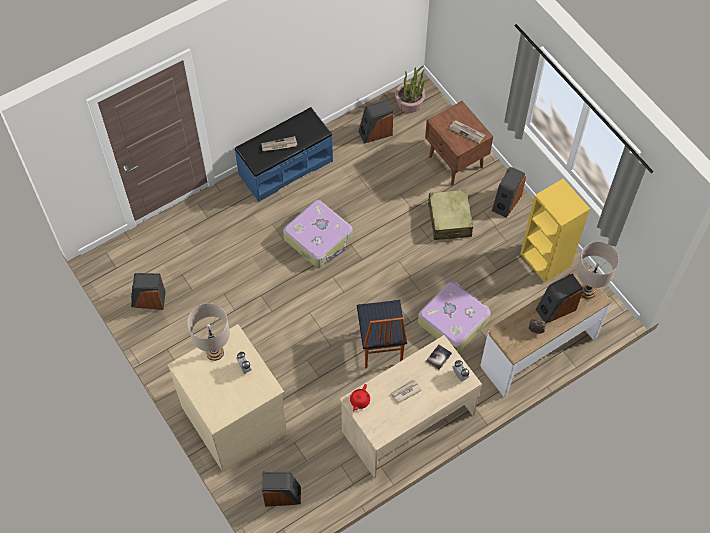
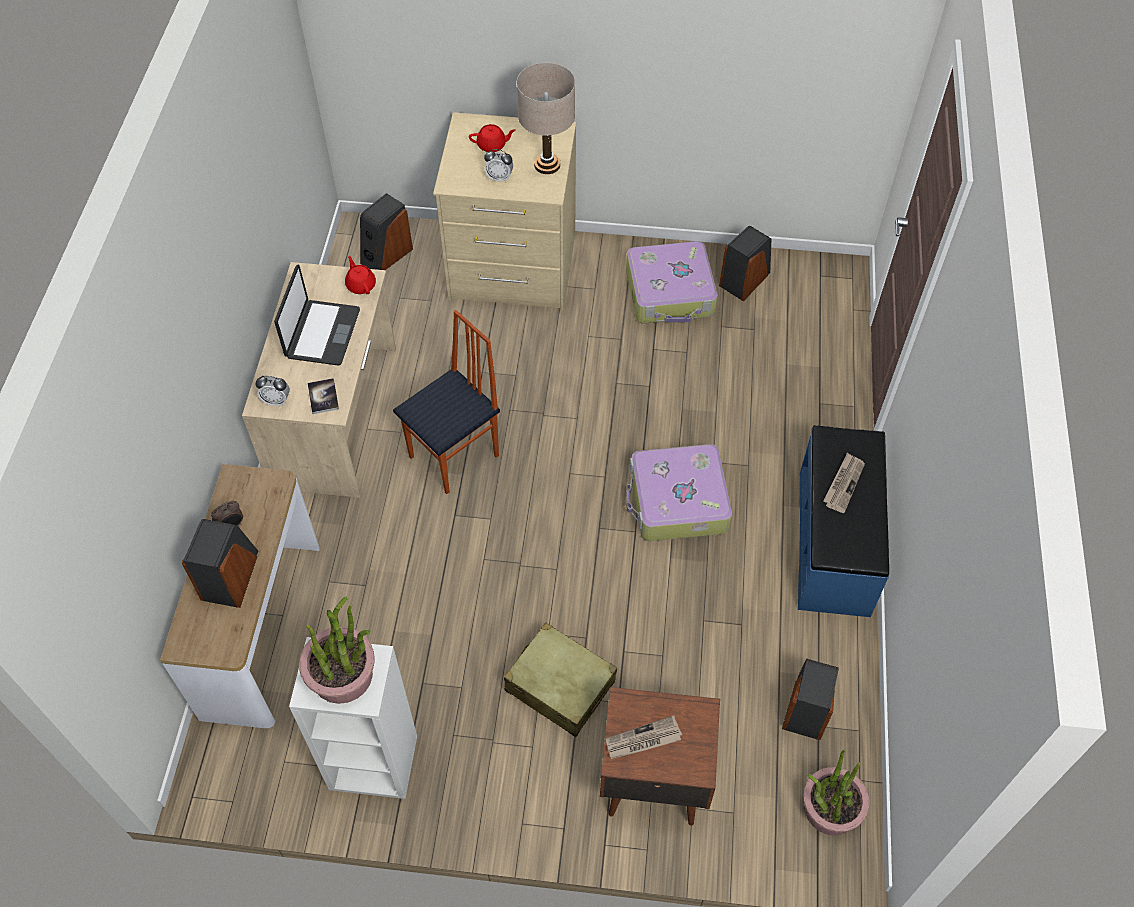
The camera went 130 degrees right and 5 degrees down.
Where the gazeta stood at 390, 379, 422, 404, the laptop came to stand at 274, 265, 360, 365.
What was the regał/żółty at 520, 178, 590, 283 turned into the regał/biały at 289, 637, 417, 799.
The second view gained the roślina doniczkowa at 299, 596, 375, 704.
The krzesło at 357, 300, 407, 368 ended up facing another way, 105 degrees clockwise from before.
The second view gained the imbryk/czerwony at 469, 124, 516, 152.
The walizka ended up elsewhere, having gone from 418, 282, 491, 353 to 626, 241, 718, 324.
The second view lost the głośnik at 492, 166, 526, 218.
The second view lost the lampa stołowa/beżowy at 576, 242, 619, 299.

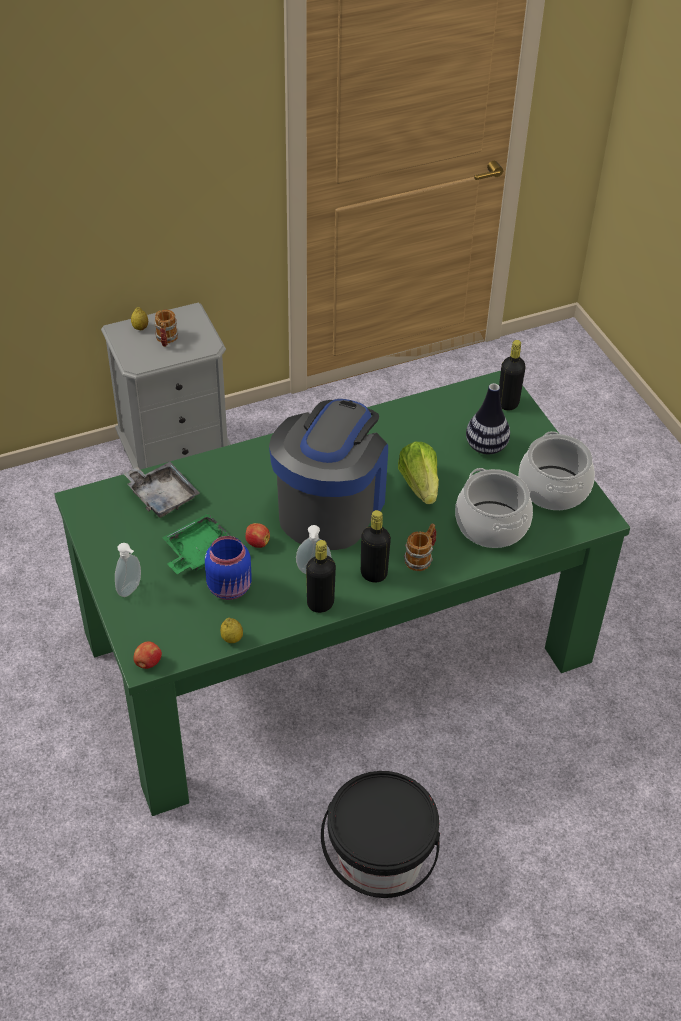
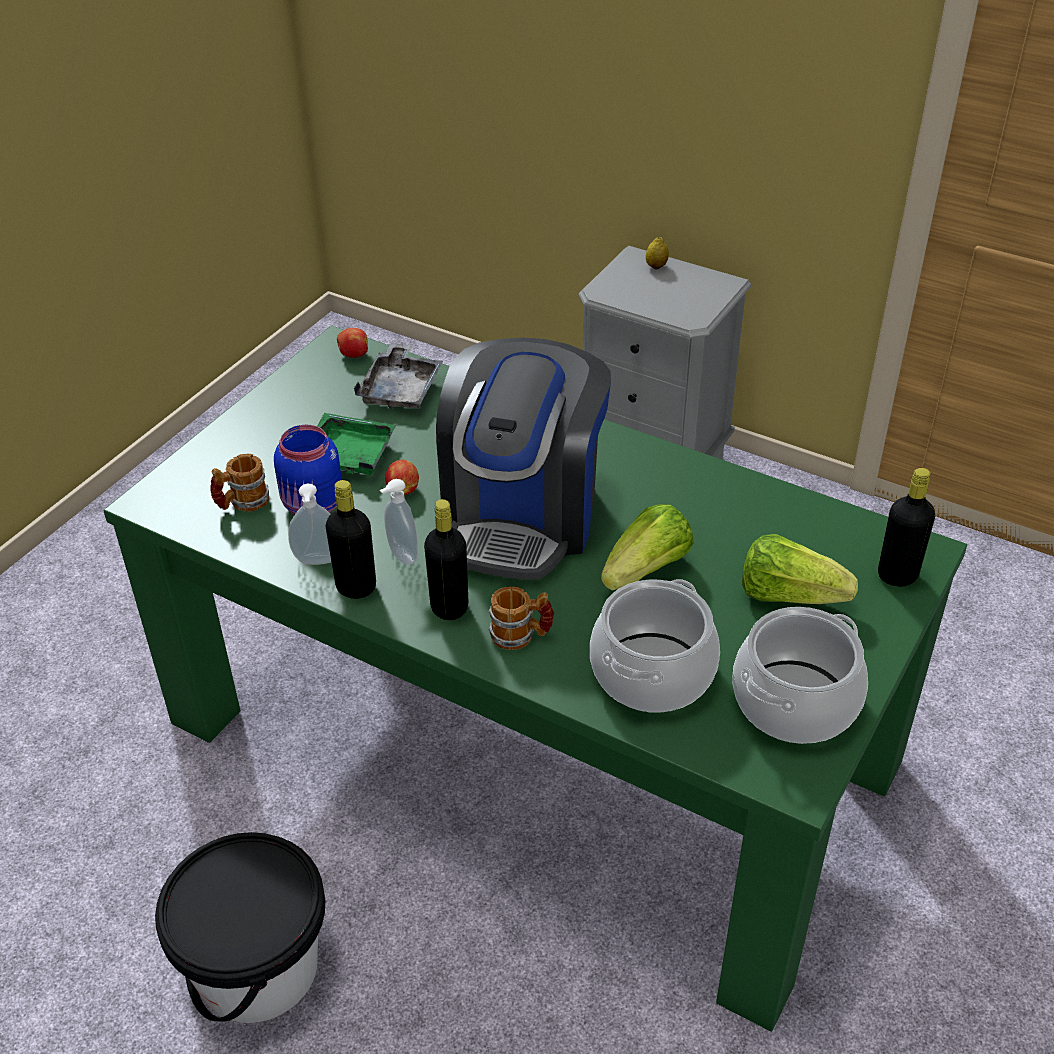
The camera went 55 degrees right and 5 degrees down.
The kubek ended up elsewhere, having gone from 155, 310, 178, 347 to 210, 454, 269, 512.
The dozownik mydła ended up elsewhere, having gone from 115, 543, 141, 597 to 288, 484, 331, 565.
The jabłko ended up elsewhere, having gone from 134, 641, 162, 669 to 337, 328, 368, 358.
The ekspres do kawy at 269, 399, 388, 550 ended up facing another way, 120 degrees clockwise from before.
Where the wazon stood at 466, 383, 510, 454, the sałata came to stand at 742, 534, 858, 604.
The second view lost the cytryna at 220, 618, 243, 643.

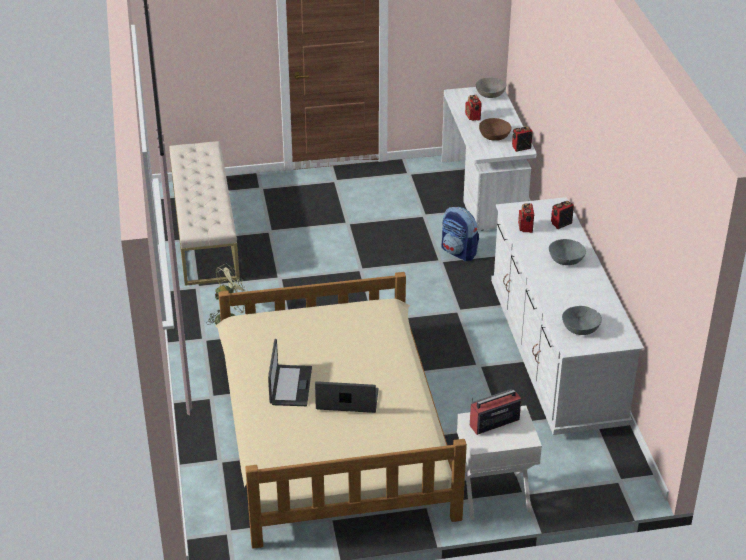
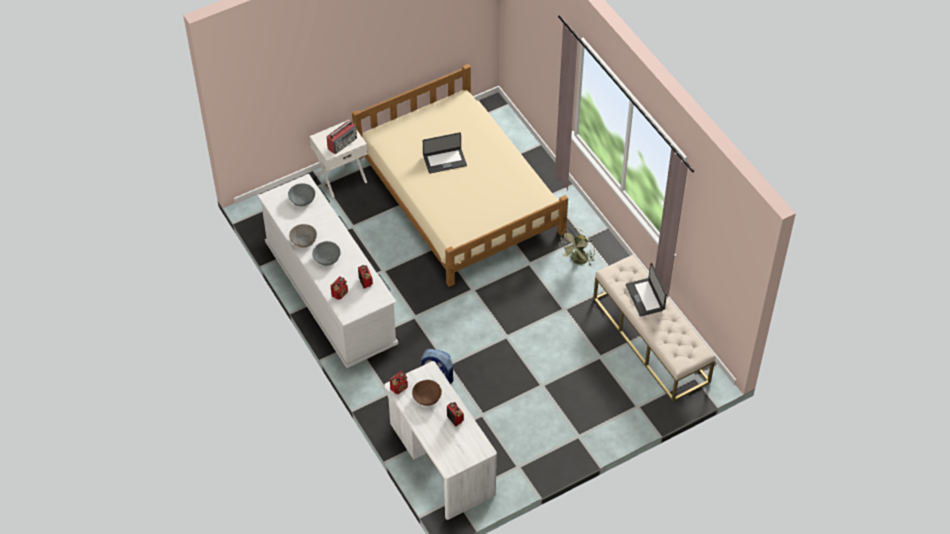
The camera went 160 degrees right and 15 degrees up.
The miska/szary ended up elsewhere, having gone from 476, 77, 506, 98 to 289, 224, 317, 247.
The laptop ended up elsewhere, having gone from 268, 339, 312, 406 to 626, 263, 667, 317.

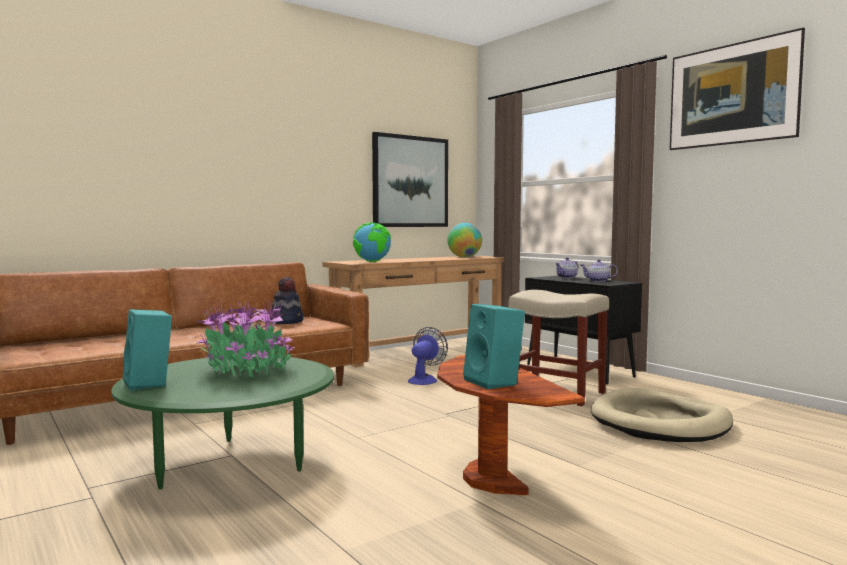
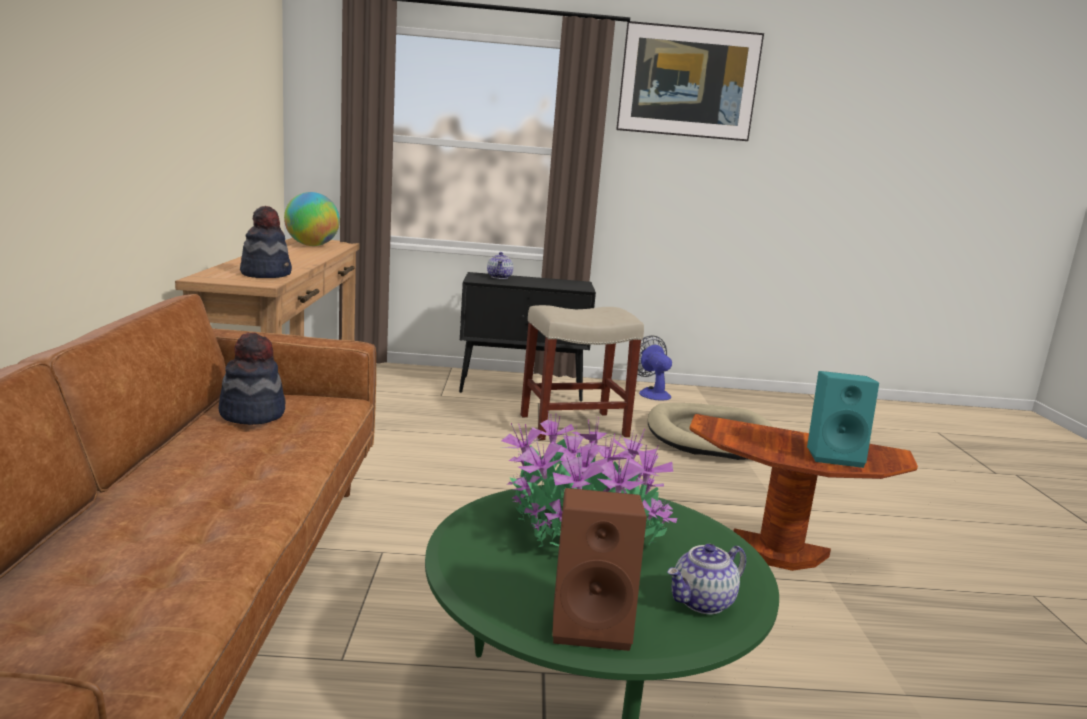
The camera went 55 degrees left and 10 degrees up.
Where the globus stood at 353, 222, 391, 262, the kapelusz came to stand at 240, 206, 292, 278.
What was the głośnik/turkusowy at 123, 309, 172, 391 turned into the głośnik/brązowy at 552, 488, 647, 651.
The wentylator ended up elsewhere, having gone from 408, 327, 448, 385 to 637, 335, 672, 401.
The imbryk ended up elsewhere, having gone from 581, 260, 618, 282 to 667, 544, 746, 614.
The second view lost the obraz at 372, 132, 448, 227.

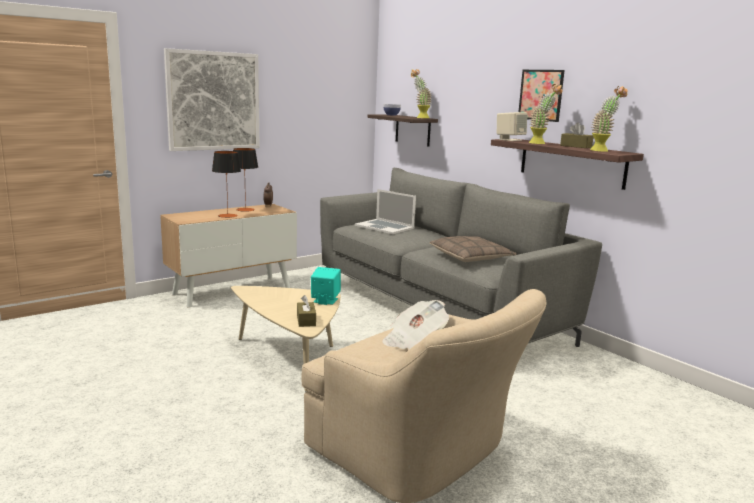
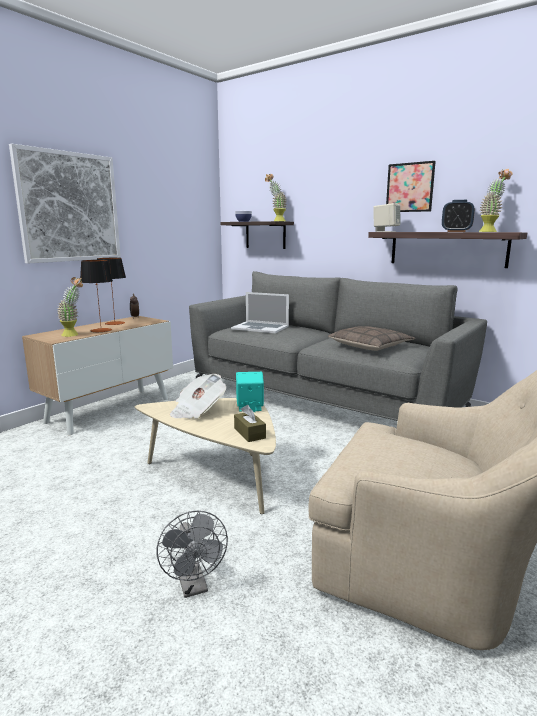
The camera went 15 degrees left and 0 degrees up.
The roślina doniczkowa ended up elsewhere, having gone from 529, 84, 563, 144 to 57, 277, 83, 337.
The second view gained the wentylator/szary at 157, 511, 228, 598.
The gazeta ended up elsewhere, having gone from 382, 300, 449, 350 to 170, 374, 226, 419.
Where the pudełko chusteczek/brązowy stood at 560, 123, 593, 148, the budzik came to stand at 442, 200, 475, 232.

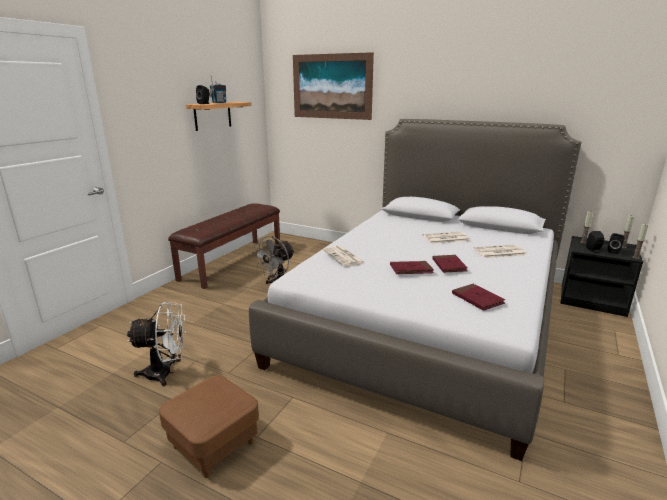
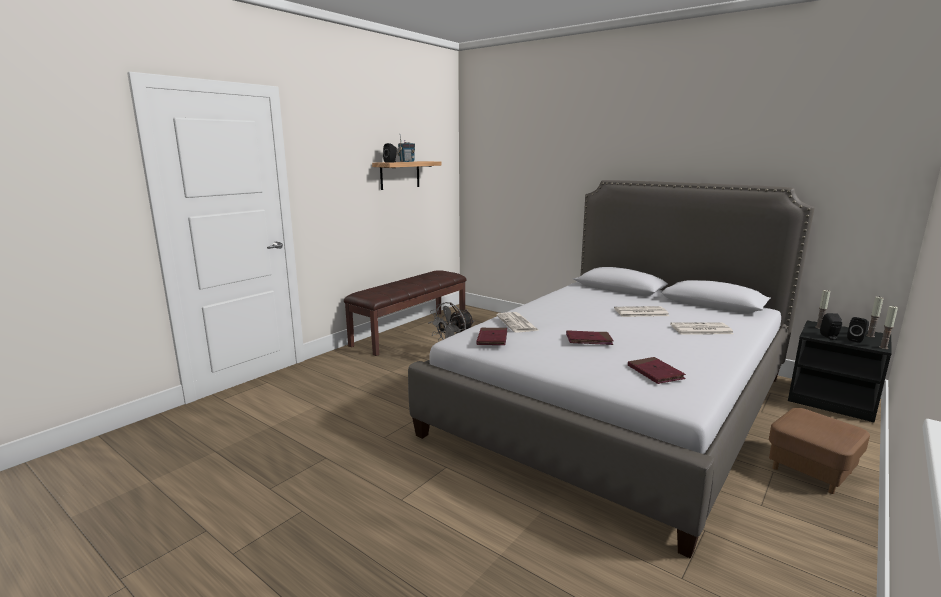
The camera went 10 degrees right and 5 degrees down.
The książka/czerwony ended up elsewhere, having gone from 432, 255, 468, 273 to 476, 328, 507, 345.
The pufa/brązowy ended up elsewhere, having gone from 159, 375, 259, 478 to 769, 408, 870, 494.
The second view lost the wentylator/biały at 127, 302, 186, 386.
The second view lost the obraz at 293, 52, 374, 120.

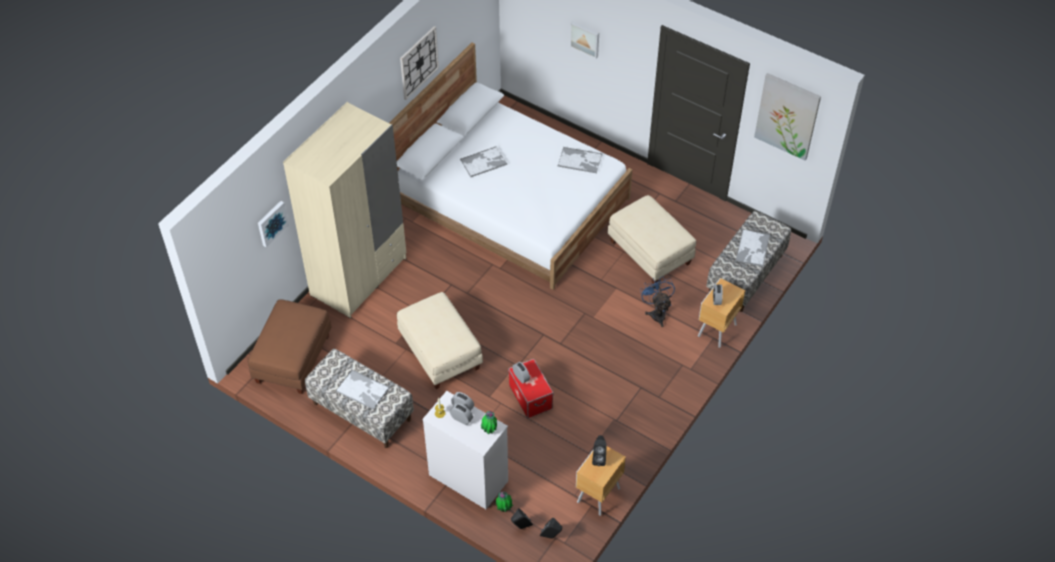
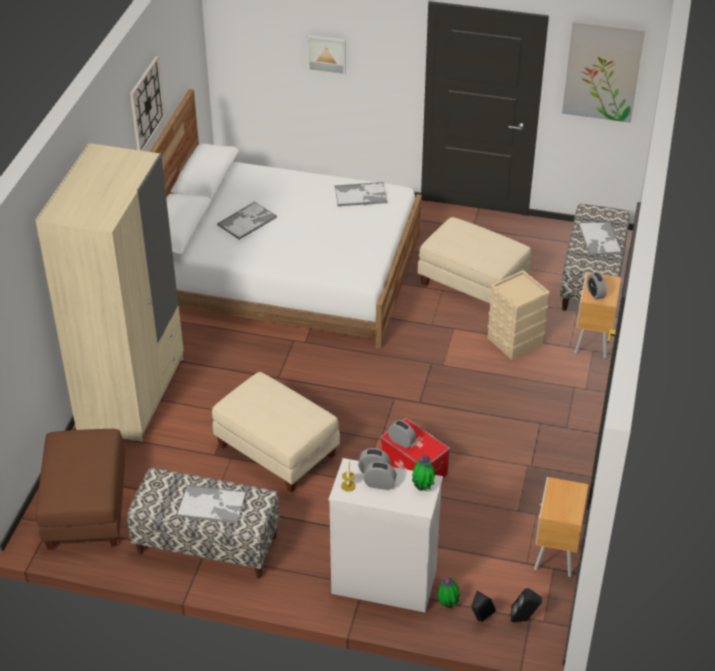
The camera went 20 degrees left and 10 degrees down.
Where the wentylator/niebieski stood at 640, 276, 675, 327, the pojemnik do przechowywania/beżowy came to stand at 488, 270, 550, 360.
The second view lost the obraz at 258, 201, 289, 247.
The second view lost the głośnik/czarny at 592, 435, 607, 466.

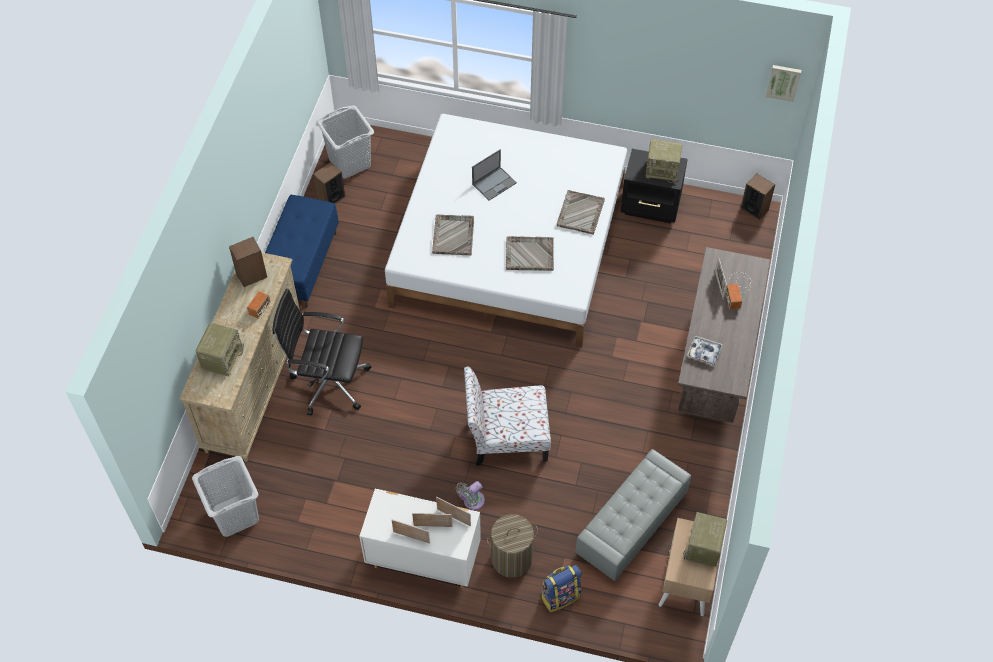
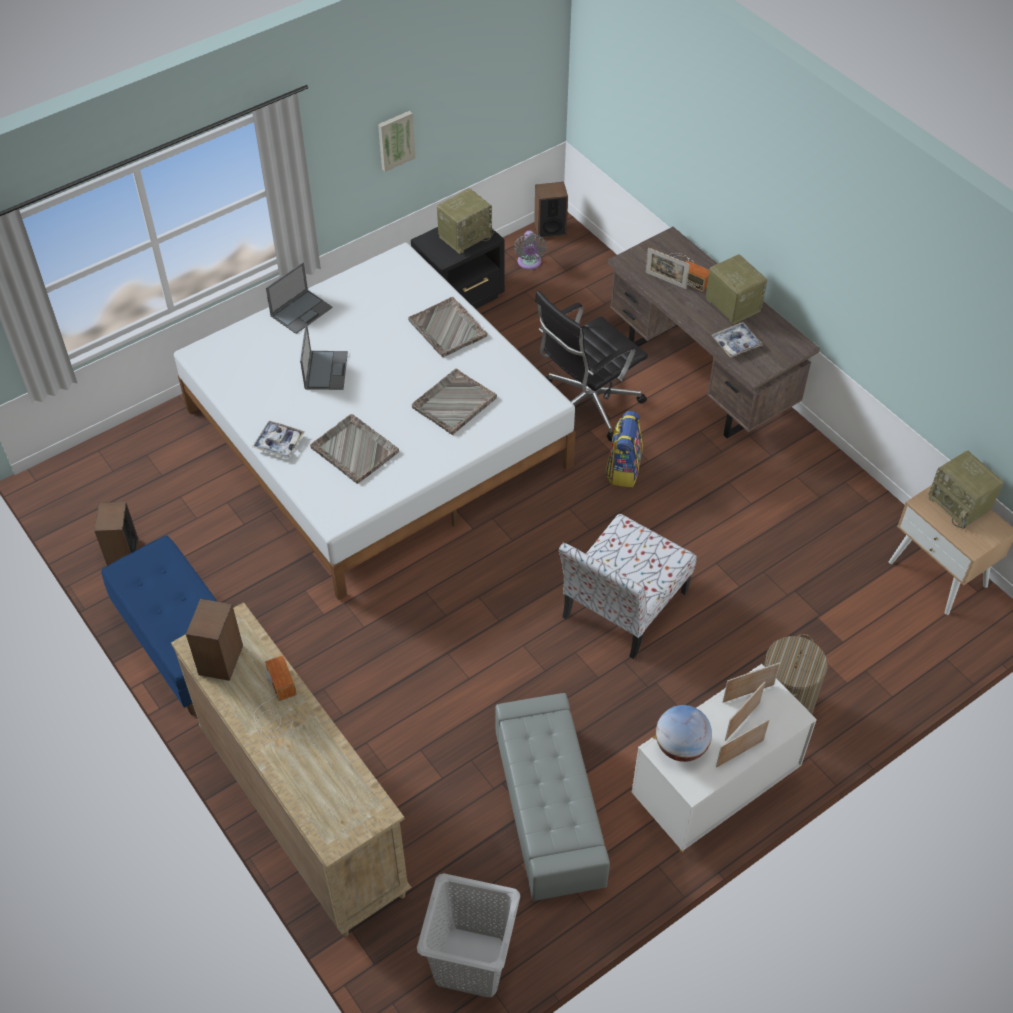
The camera went 50 degrees left and 5 degrees down.
The second view gained the taca at 252, 421, 305, 458.
The second view gained the laptop at 266, 262, 333, 334.
The obraz ended up elsewhere, having gone from 766, 65, 801, 102 to 378, 111, 415, 172.
The pufa/szary ended up elsewhere, having gone from 576, 449, 691, 581 to 495, 693, 610, 901.
The wentylator/szary ended up elsewhere, having gone from 456, 481, 485, 510 to 514, 230, 547, 270.
The krzesło biurowe/czarny ended up elsewhere, having gone from 272, 289, 371, 416 to 535, 291, 648, 442.
The plecak ended up elsewhere, having gone from 541, 565, 582, 613 to 606, 411, 643, 487.
The second view gained the globus at 656, 705, 712, 762.
The radio ended up elsewhere, having gone from 196, 323, 244, 376 to 706, 254, 767, 325.
The second view lost the kosz na pranie/szary at 316, 105, 374, 179.

